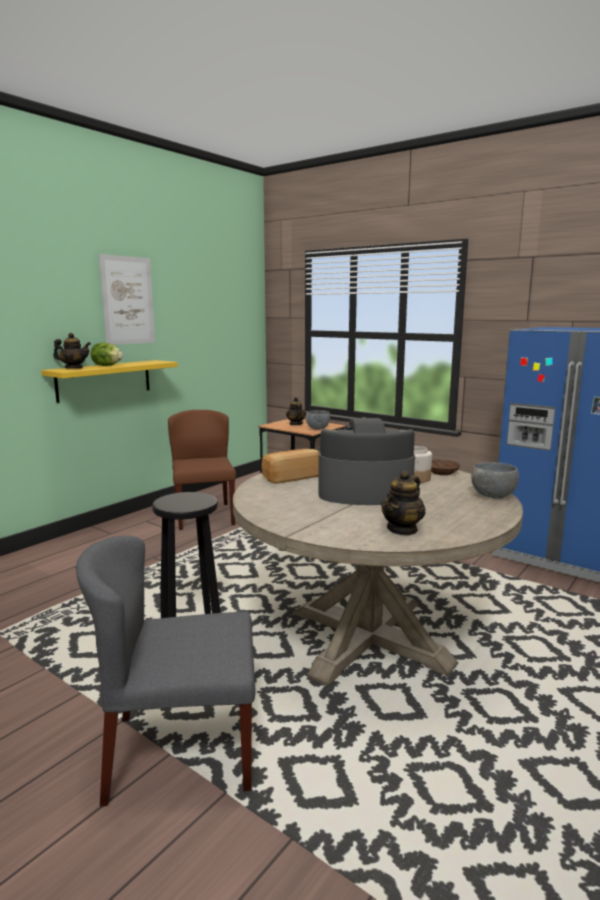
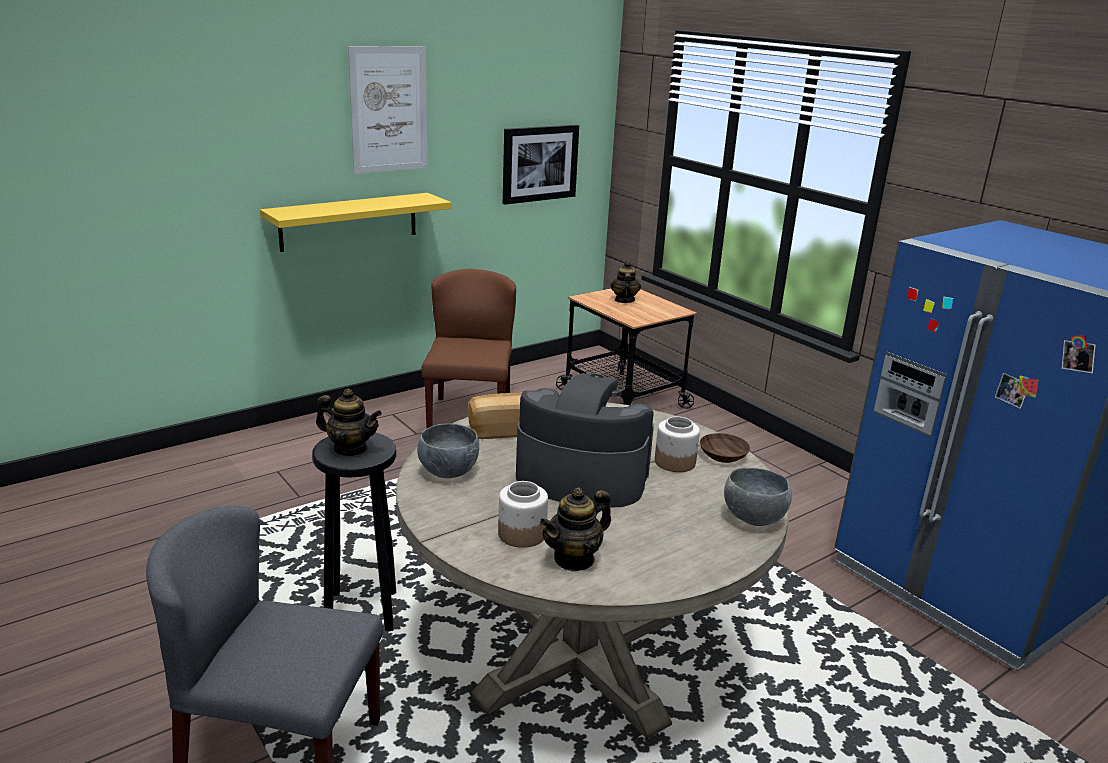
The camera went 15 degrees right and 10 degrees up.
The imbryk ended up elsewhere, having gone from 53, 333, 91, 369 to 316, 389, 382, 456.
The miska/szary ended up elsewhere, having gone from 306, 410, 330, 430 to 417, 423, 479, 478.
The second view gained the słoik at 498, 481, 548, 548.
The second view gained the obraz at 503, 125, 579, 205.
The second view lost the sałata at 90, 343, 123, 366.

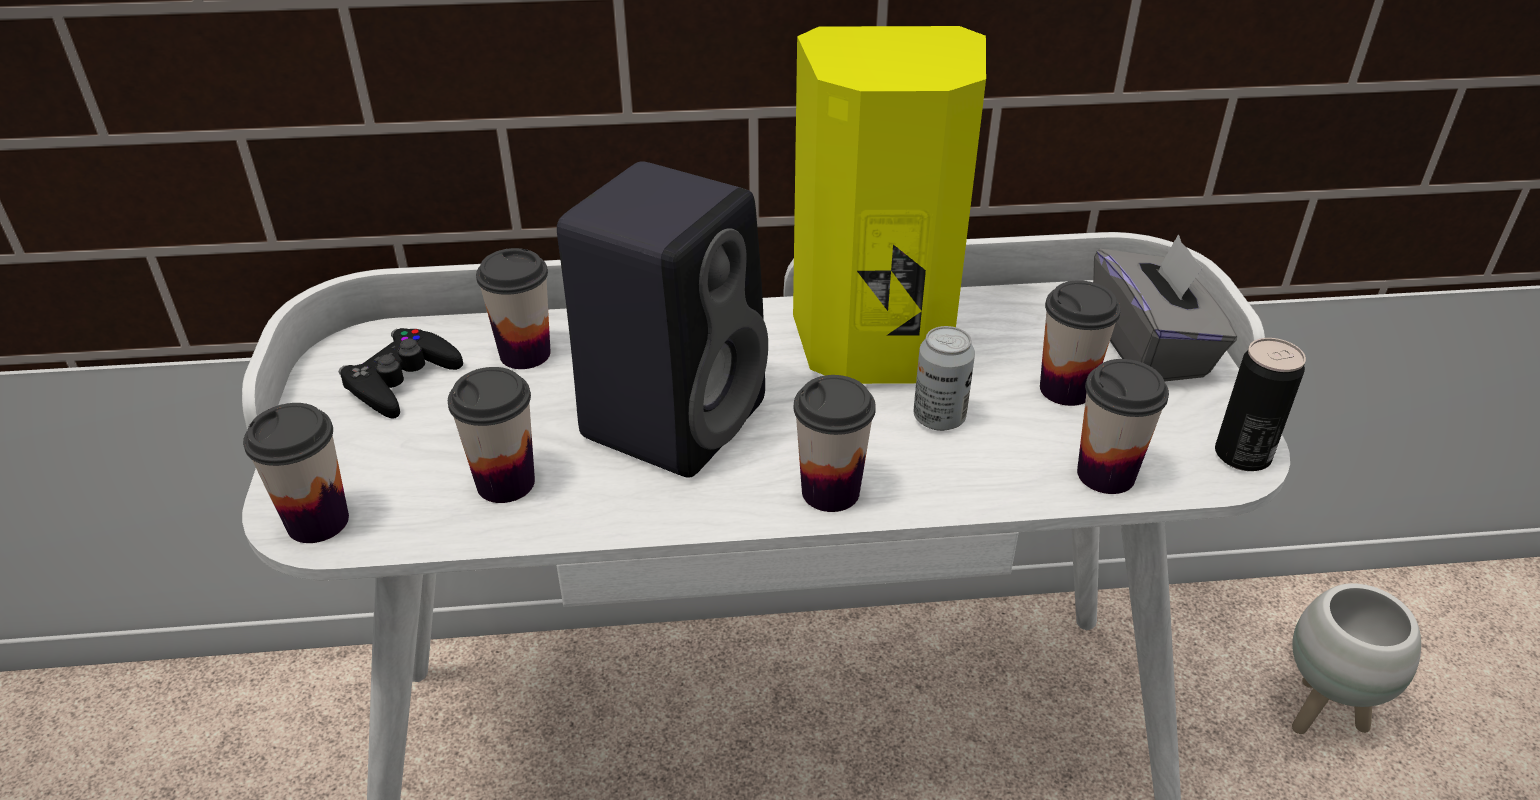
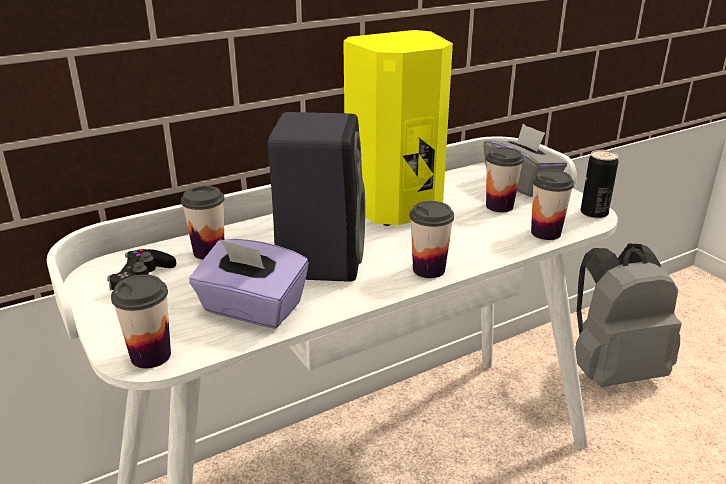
The camera went 25 degrees left and 10 degrees down.
Where the filiżanka stood at 448, 367, 535, 503, the pudełko chusteczek/fioletowy came to stand at 189, 239, 309, 328.
Where the donica/biały stood at 1292, 583, 1421, 734, the plecak/szary came to stand at 575, 244, 681, 387.
The second view lost the puszka at 914, 326, 975, 431.

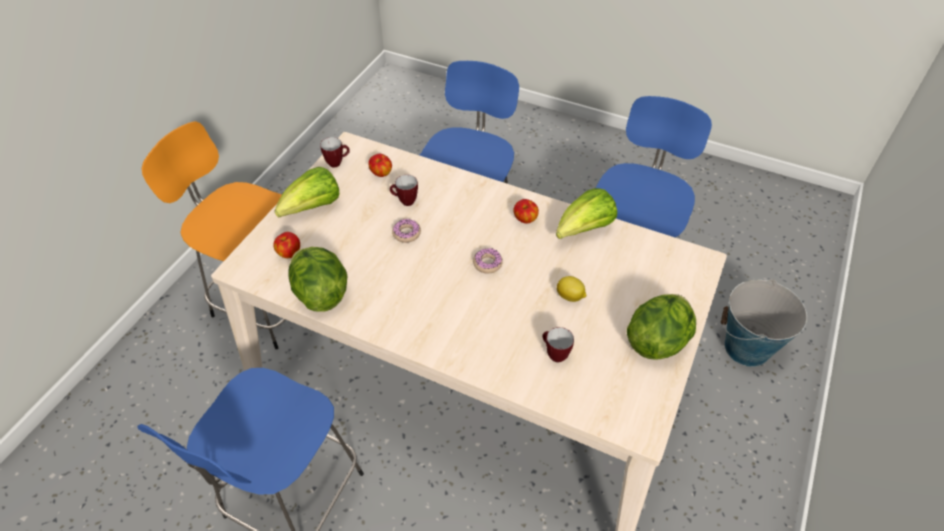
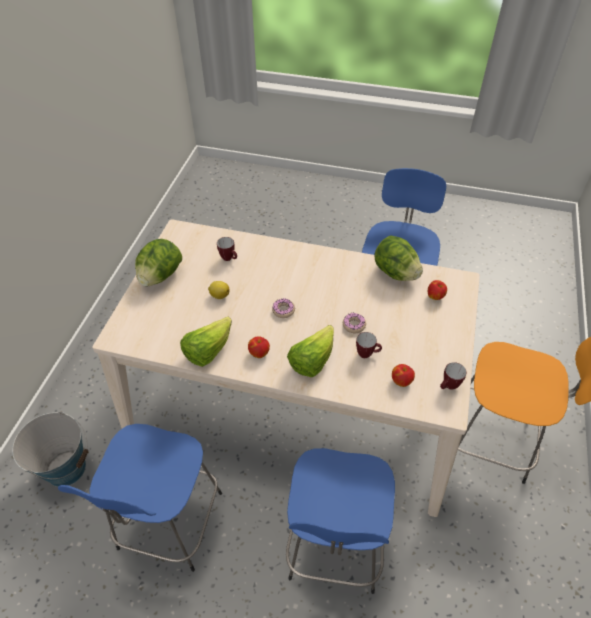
The camera went 170 degrees right and 0 degrees up.
The sałata ended up elsewhere, having gone from 275, 167, 339, 217 to 287, 325, 334, 377.

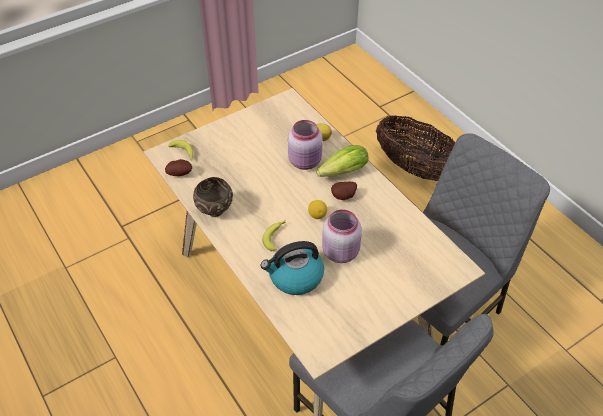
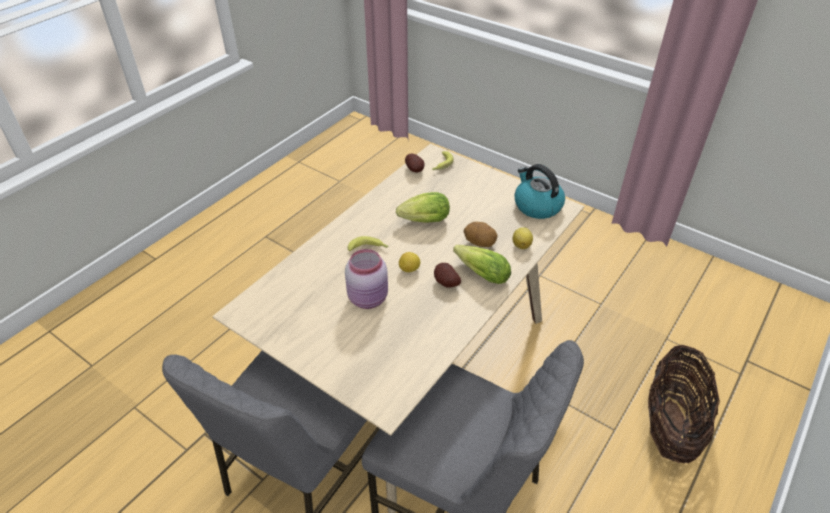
The camera went 70 degrees right and 5 degrees down.
The second view gained the sałata at 396, 192, 450, 223.
Where the słoik/różowy stood at 288, 120, 323, 170, the ziemniak came to stand at 464, 222, 497, 247.
The czajnik ended up elsewhere, having gone from 260, 241, 324, 295 to 514, 164, 565, 219.
The second view lost the miska/brązowy at 193, 177, 233, 217.

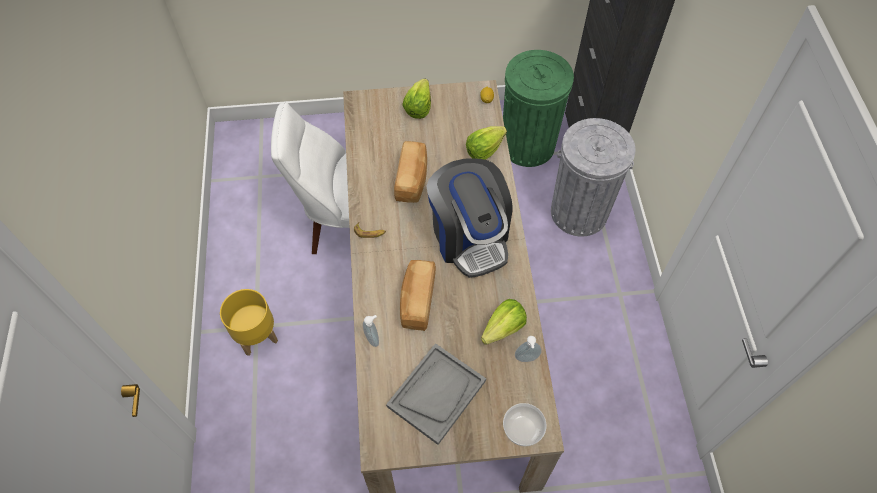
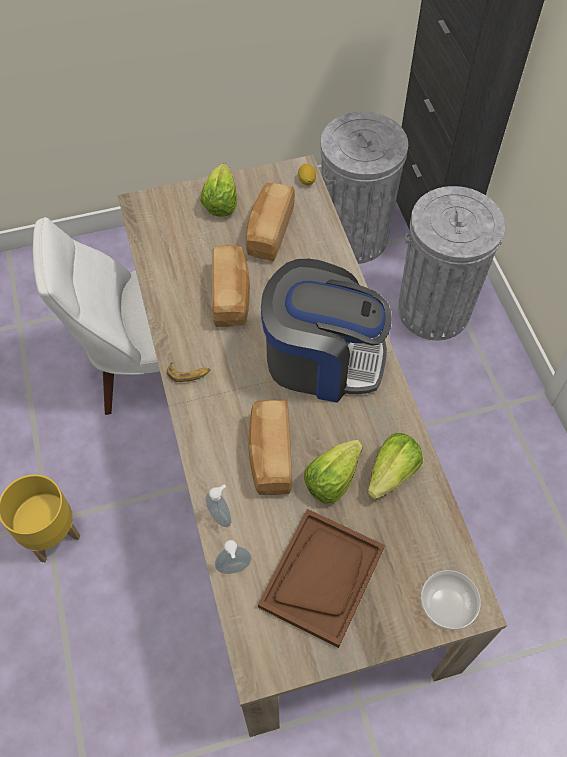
The camera went 10 degrees left and 0 degrees up.
The dozownik mydła ended up elsewhere, having gone from 515, 336, 541, 362 to 215, 540, 251, 574.
The second view gained the chleb at 246, 183, 295, 261.
What was the taca/szary at 386, 343, 486, 445 turned into the taca/brązowy at 258, 509, 385, 648.
The ekspres do kawy at 427, 158, 513, 278 ended up facing another way, 45 degrees counterclockwise from before.
The sałata ended up elsewhere, having gone from 466, 126, 507, 160 to 304, 439, 363, 504.
What was the kosz na śmieci/zielony at 503, 50, 574, 167 turned into the kosz na śmieci/szary at 320, 112, 408, 264.

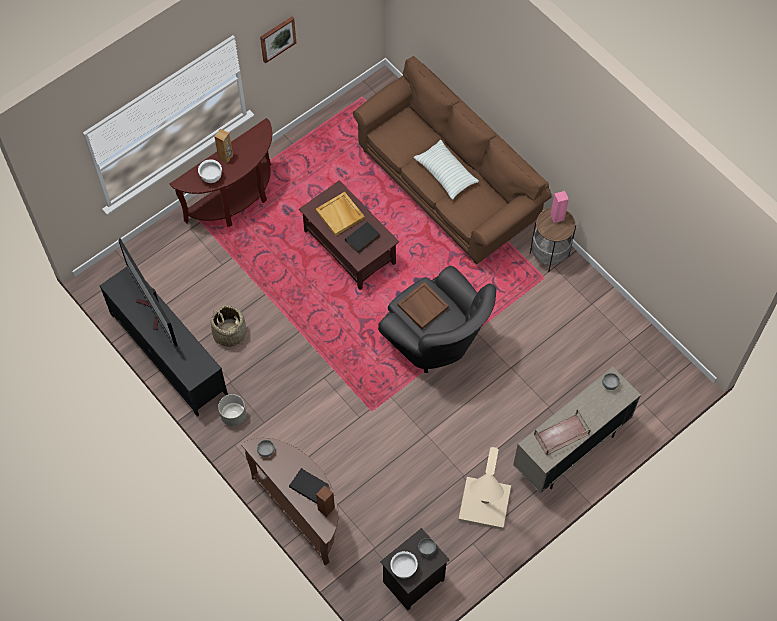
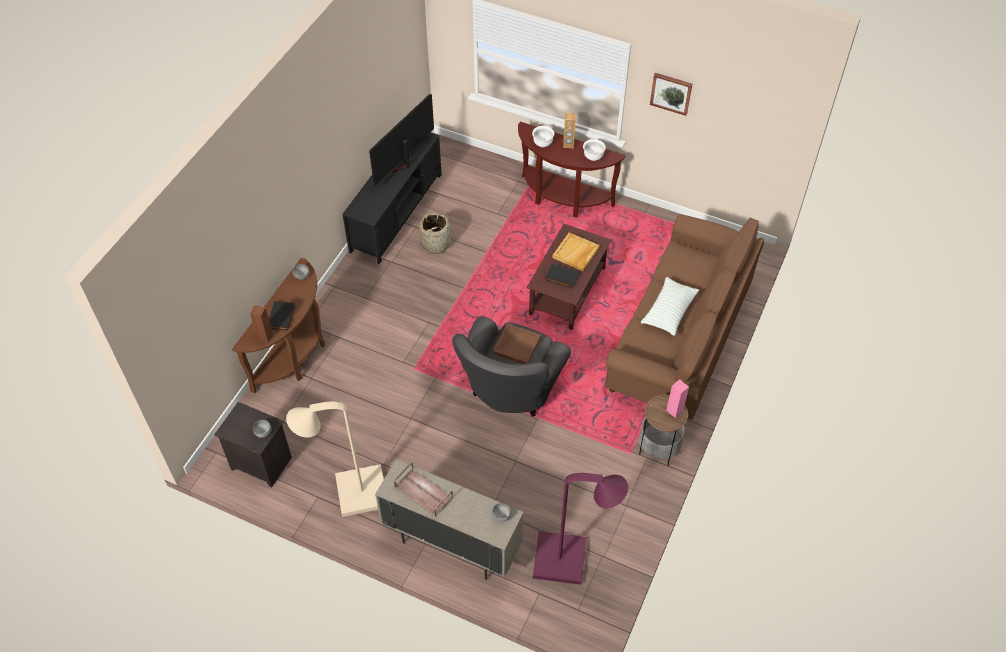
The camera went 65 degrees right and 10 degrees down.
The second view gained the lampa stojąca/fioletowy at 533, 473, 628, 585.
The miska/biały ended up elsewhere, having gone from 390, 551, 418, 578 to 583, 139, 606, 161.
The second view lost the donica/szary at 218, 394, 246, 426.

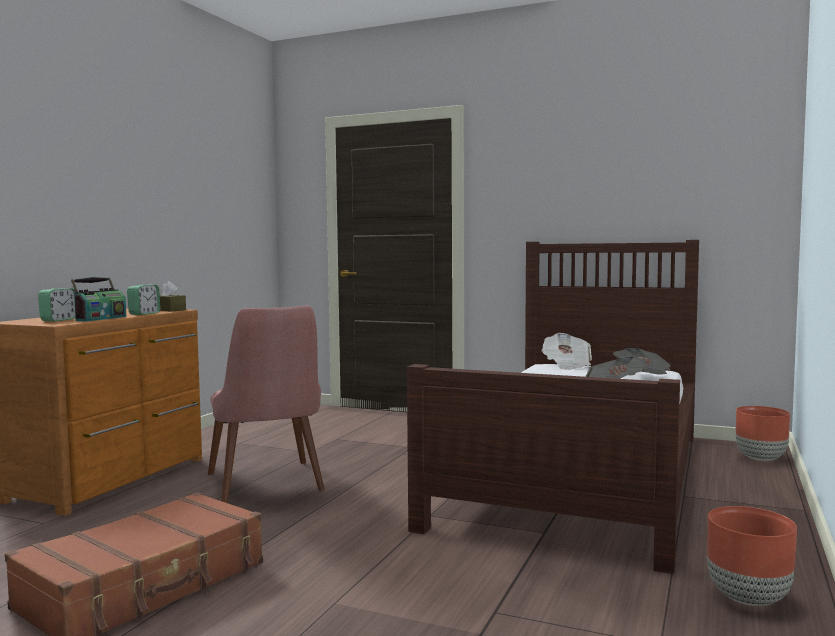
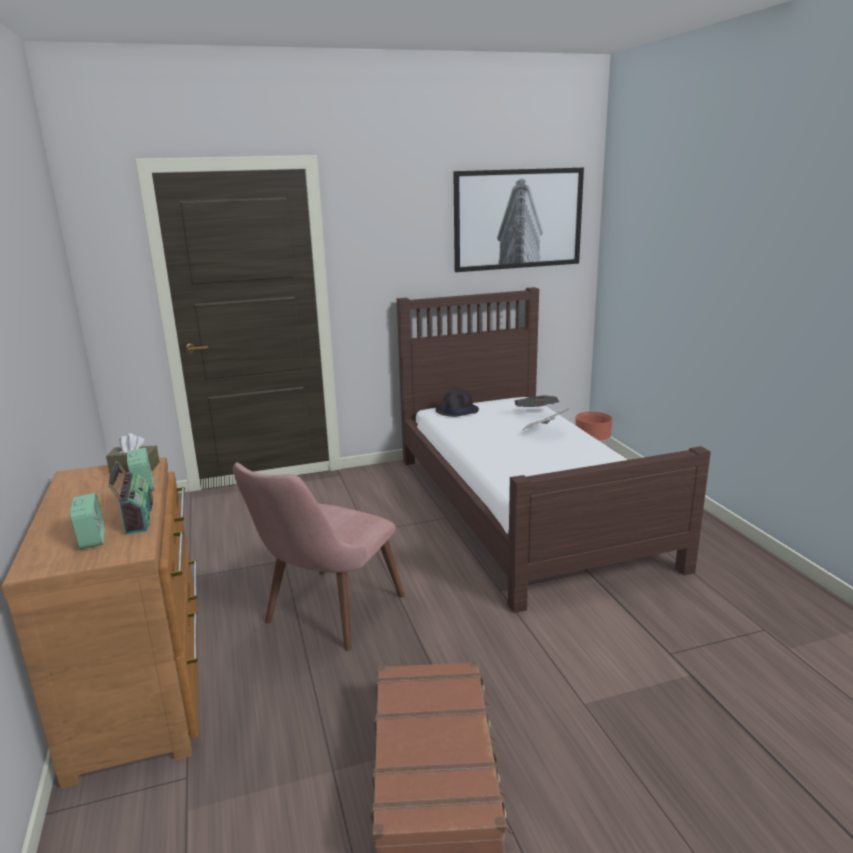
The camera went 40 degrees left and 15 degrees up.
The krzesło/różowy at 208, 306, 324, 503 ended up facing another way, 90 degrees clockwise from before.
Where the gazeta stood at 541, 333, 592, 370, the kapelusz/czarny came to stand at 435, 389, 479, 417.
The second view gained the obraz at 453, 168, 584, 272.
The second view lost the donica/brązowy at 707, 506, 797, 606.

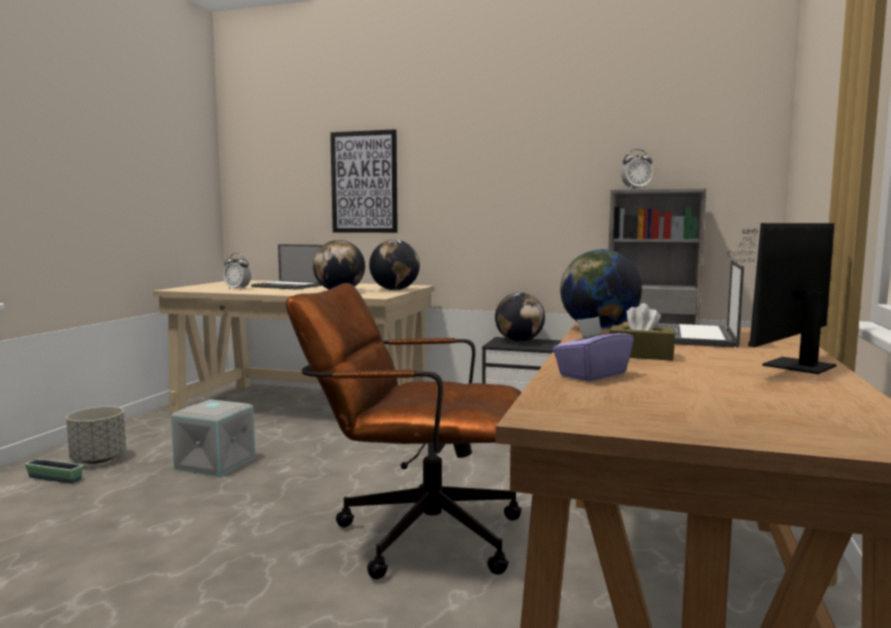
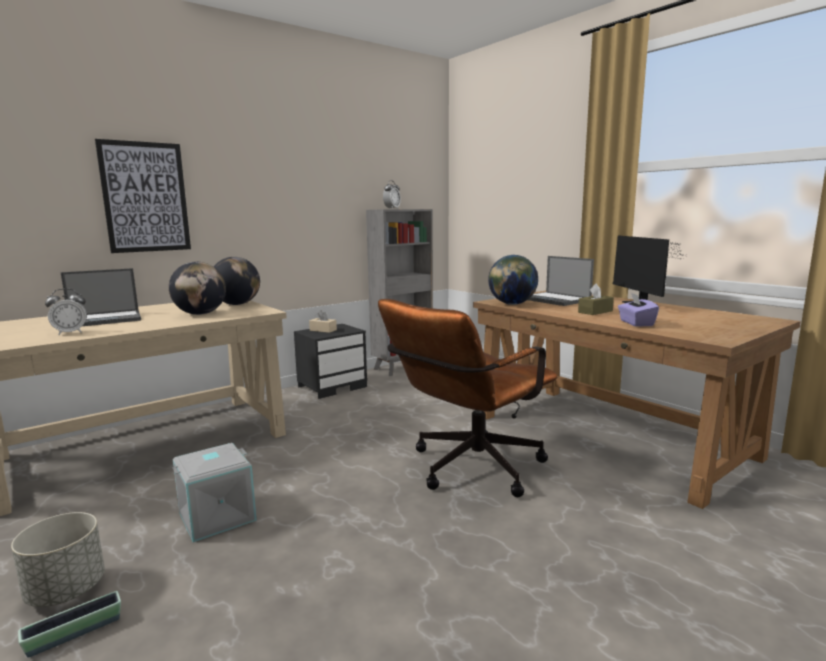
The camera went 55 degrees left and 5 degrees up.
Where the globus stood at 495, 292, 545, 342, the pudełko chusteczek/beżowy came to stand at 309, 310, 337, 333.

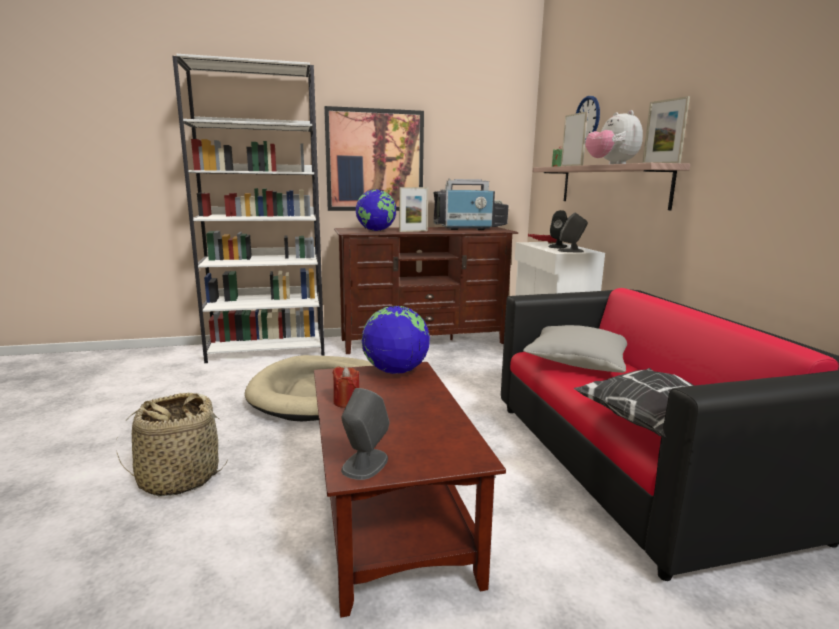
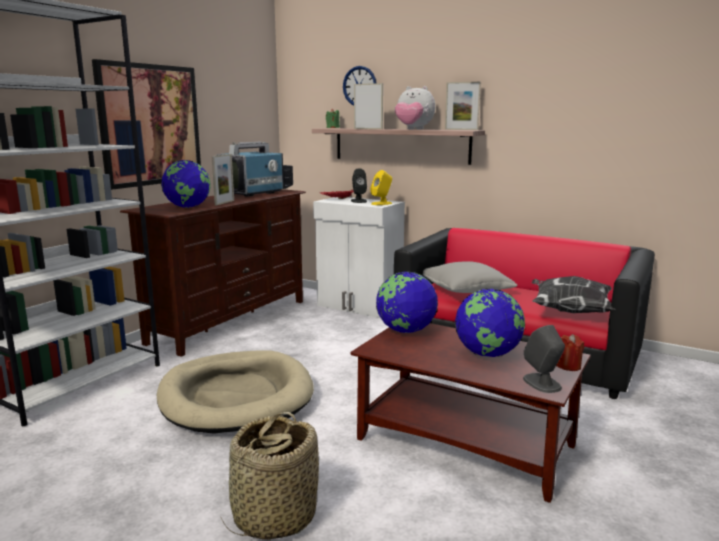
The camera went 45 degrees left and 0 degrees up.
What was the głośnik/szary at 558, 212, 588, 252 turned into the głośnik/żółty at 370, 170, 392, 205.
The second view gained the globus at 455, 289, 525, 357.
The świeca/czerwony ended up elsewhere, having gone from 332, 367, 359, 408 to 556, 334, 584, 371.

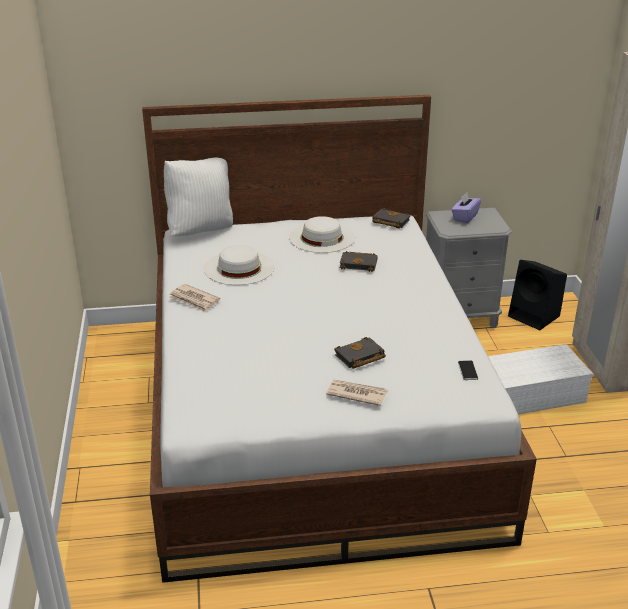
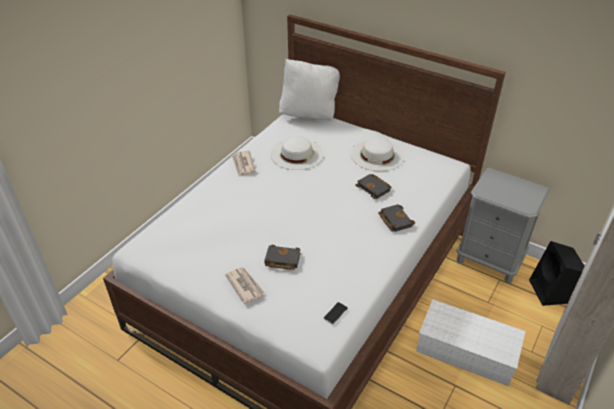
The camera went 40 degrees right and 10 degrees up.
The książka/czarny ended up elsewhere, having gone from 372, 208, 410, 229 to 378, 204, 415, 232.
The second view lost the pudełko chusteczek/fioletowy at 452, 192, 481, 223.

